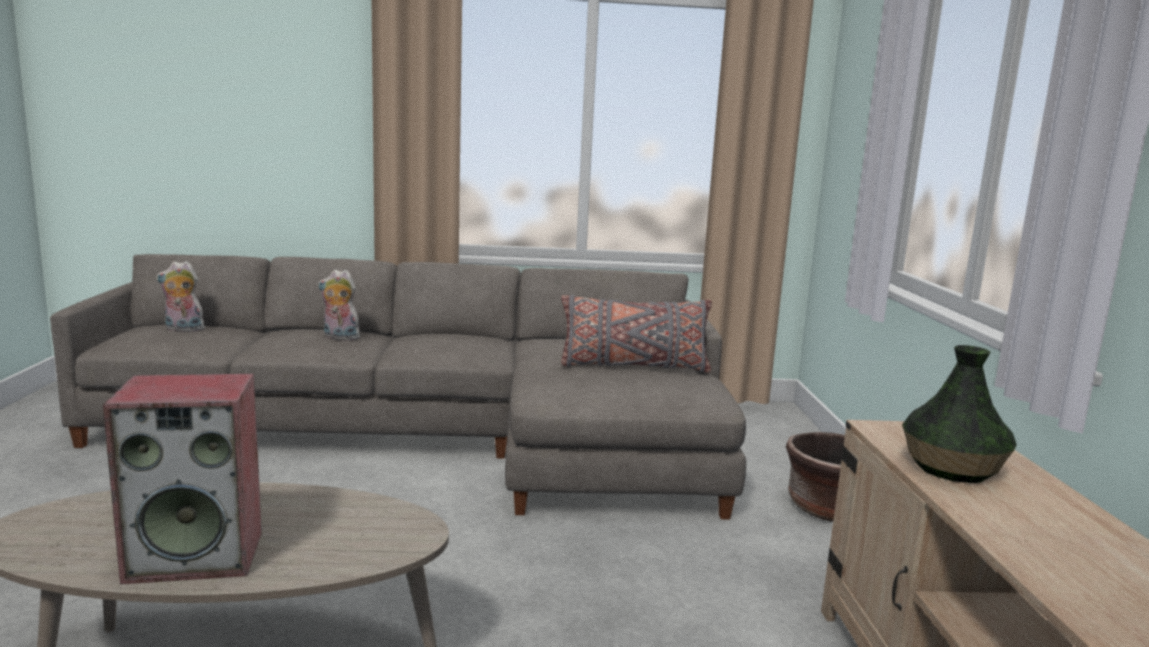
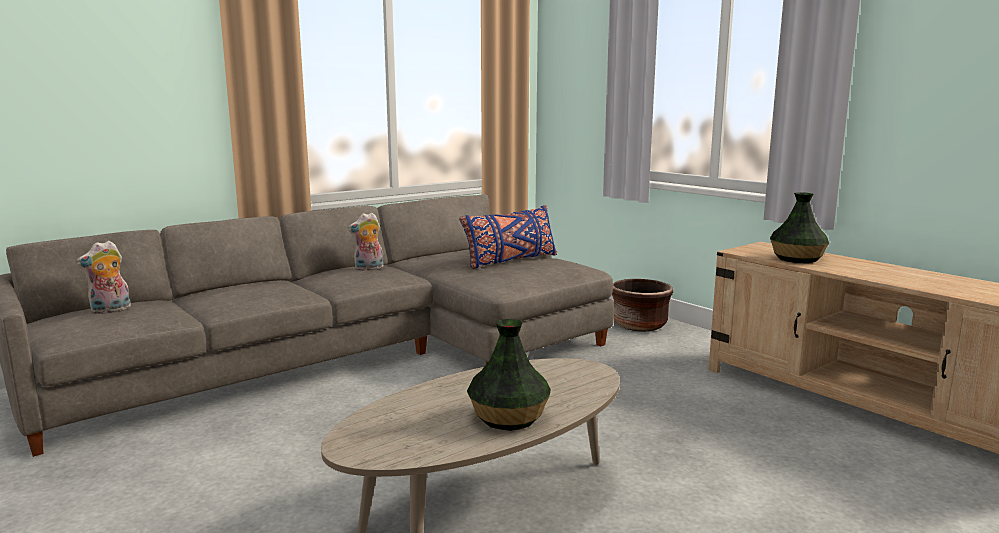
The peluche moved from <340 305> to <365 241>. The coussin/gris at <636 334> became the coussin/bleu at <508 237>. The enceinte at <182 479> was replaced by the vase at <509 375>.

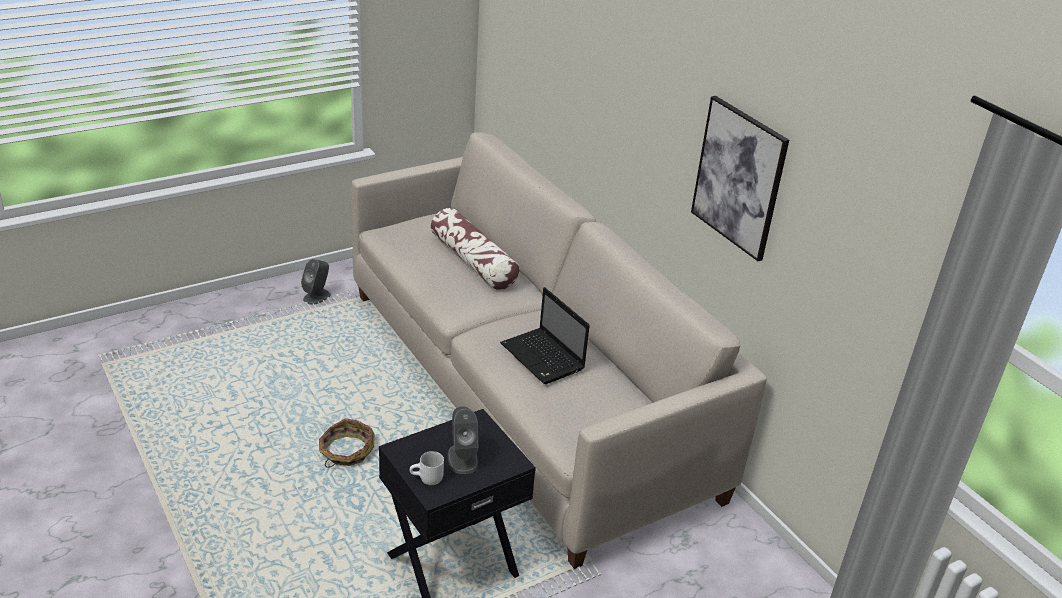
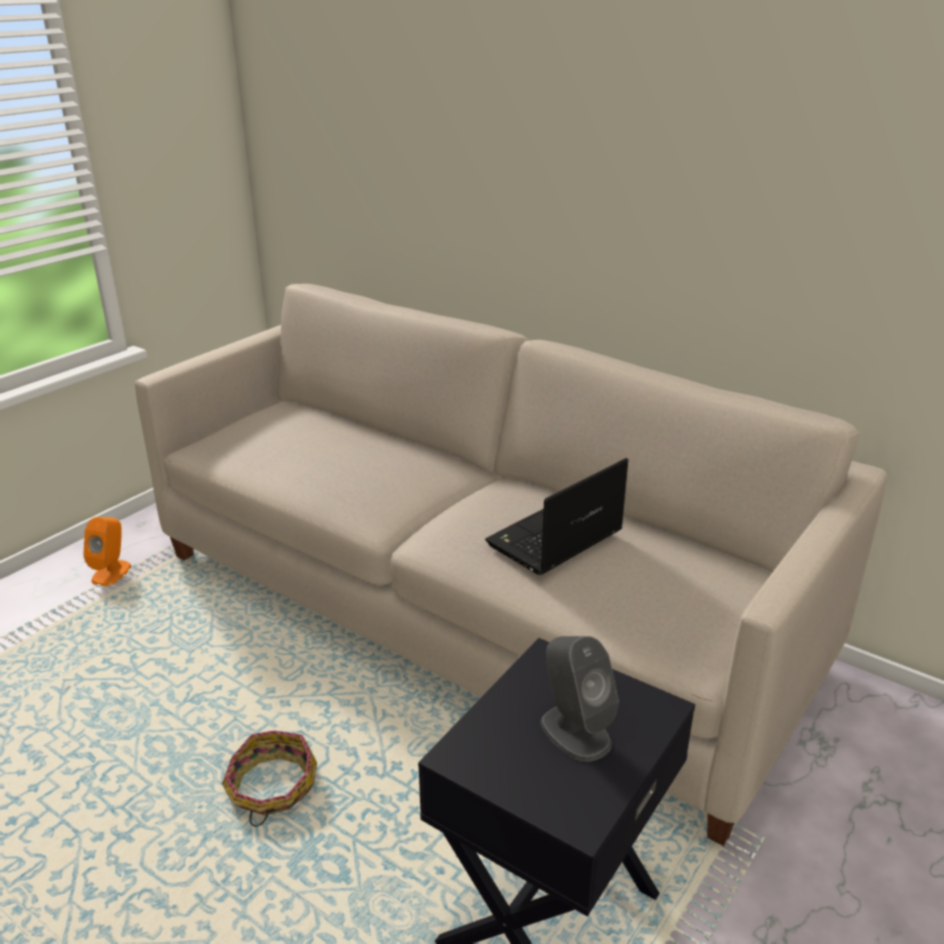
The tableau at <740 178> disappeared. The coussin at <475 249> disappeared. The enceinte/gris at <316 282> became the enceinte/orange at <107 551>. The ordinateur portable at <545 335> turned 105 degrees clockwise. The mug/blanc at <427 468> disappeared.

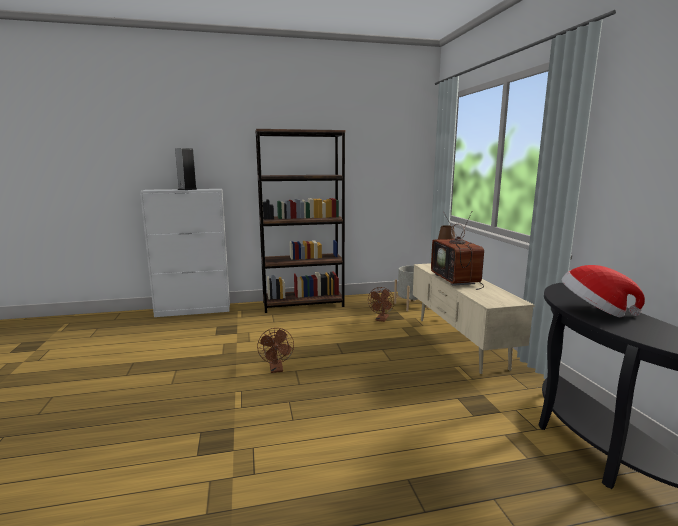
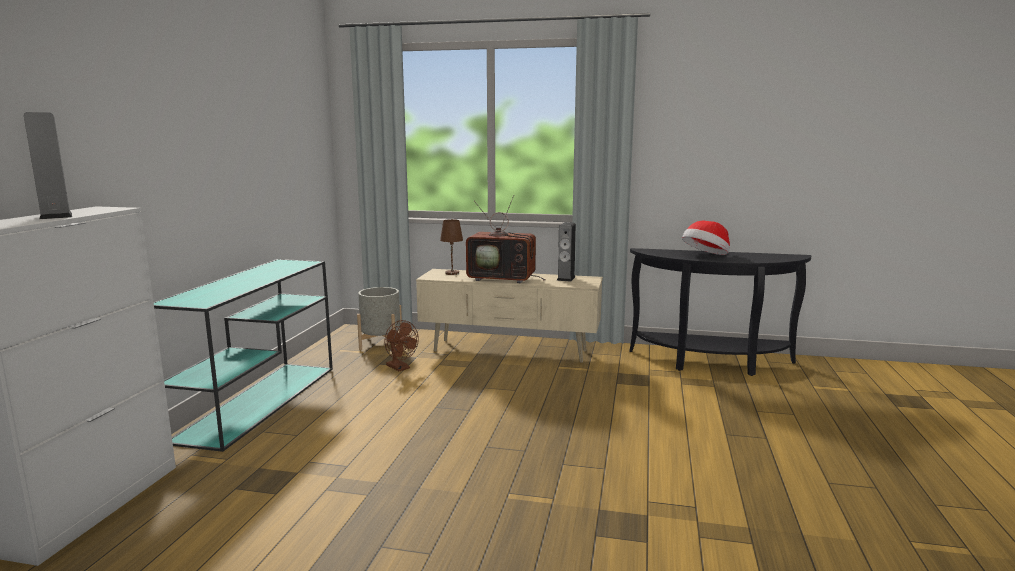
The bibliothèque/marron at <300 221> was replaced by the table console/turquoise at <243 355>. The ventilateur/marron at <275 350> disappeared. The enceinte at <566 252> appeared.

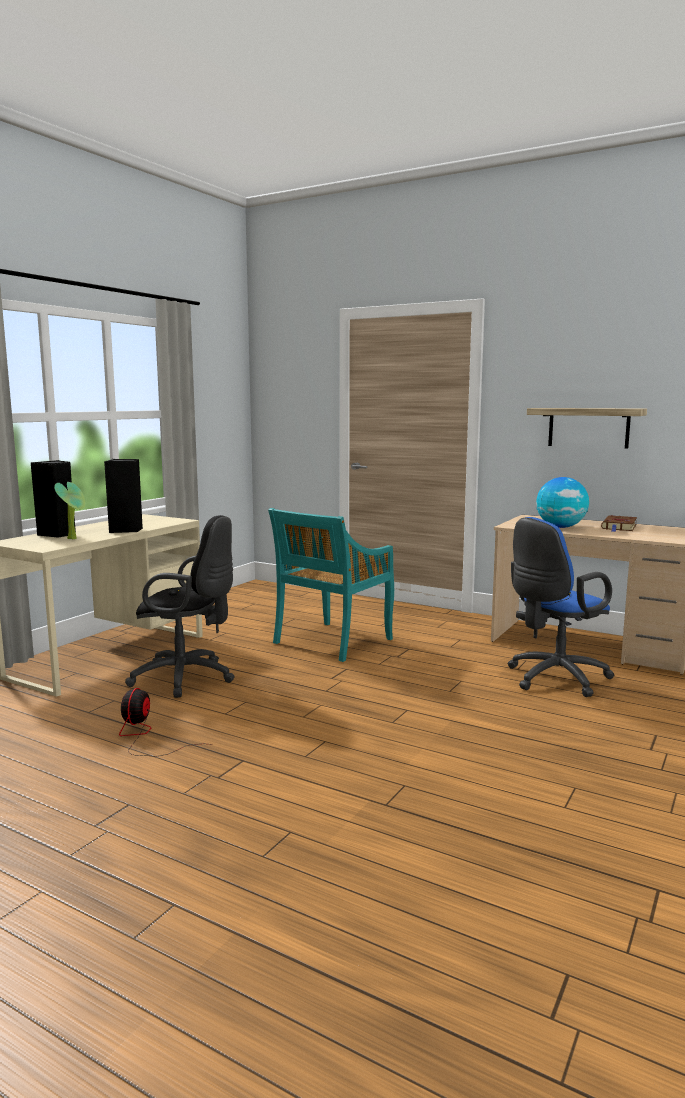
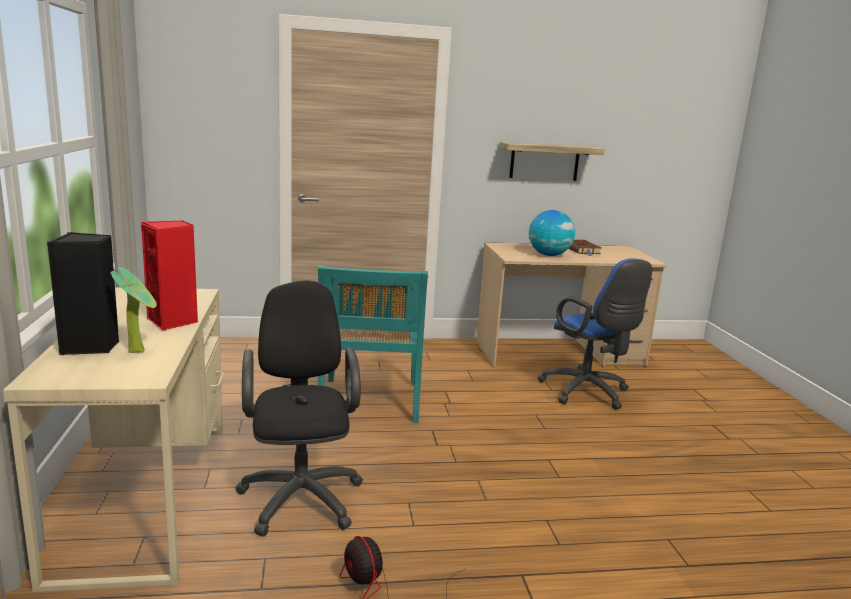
The enceinte/noir at <123 496> became the enceinte/rouge at <169 275>. The chaise de bureau/noir at <180 606> turned 75 degrees counterclockwise. The chaise de bureau/bleu at <561 607> turned 45 degrees counterclockwise.

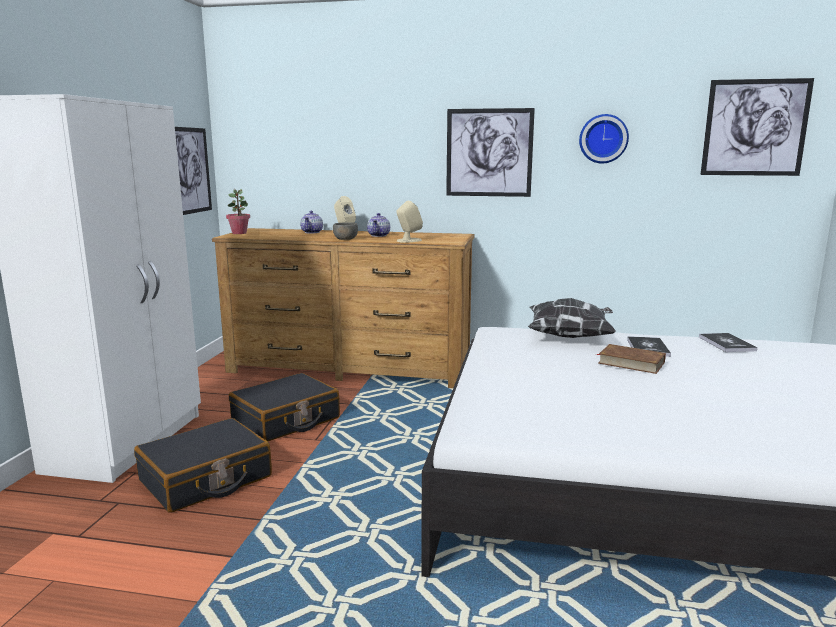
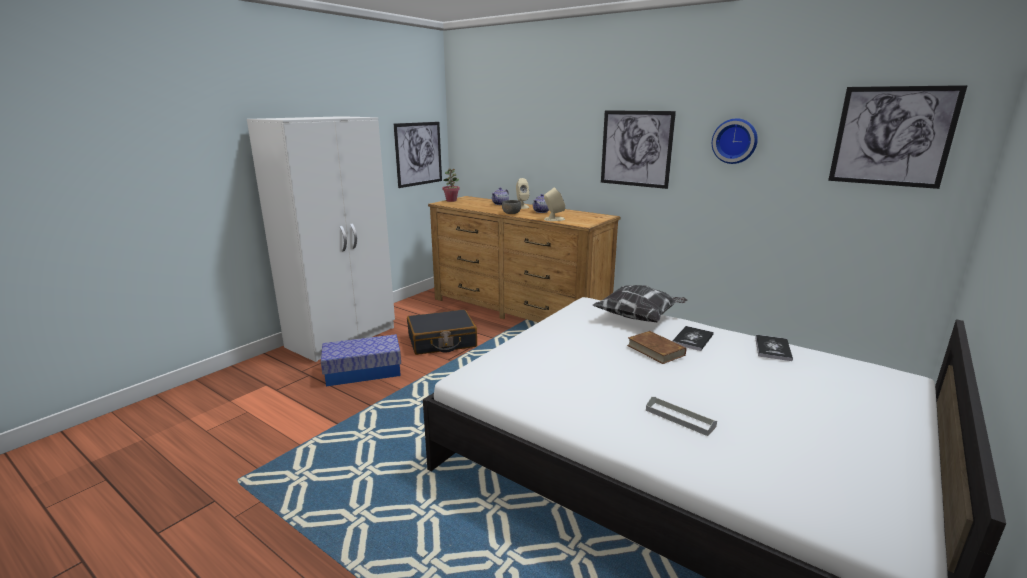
The valise/noir at <203 465> was replaced by the boîte de rangement at <361 360>. The plateau/gris at <681 416> appeared.

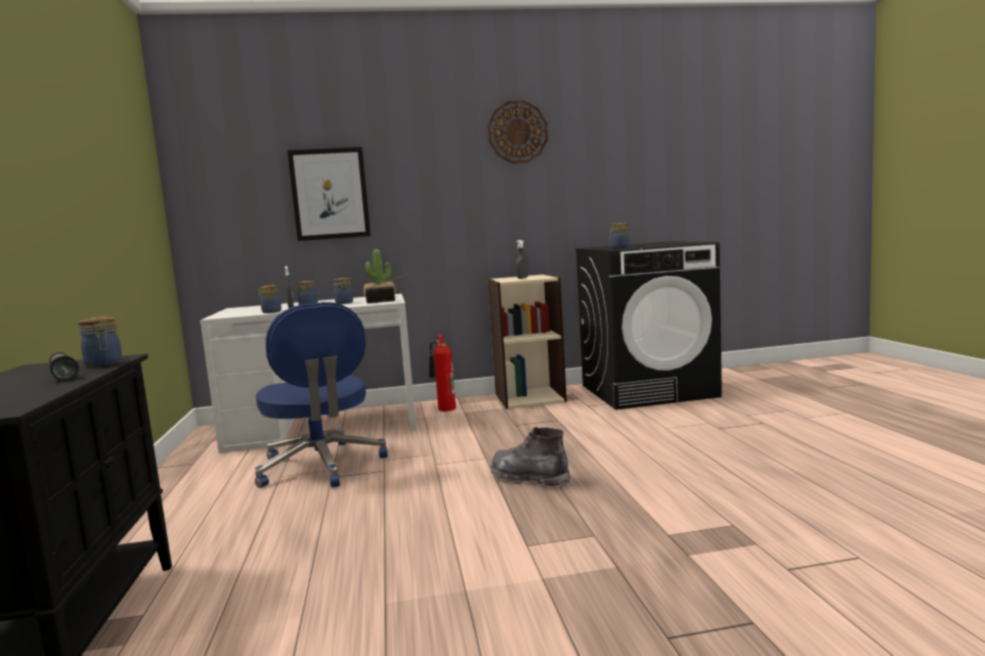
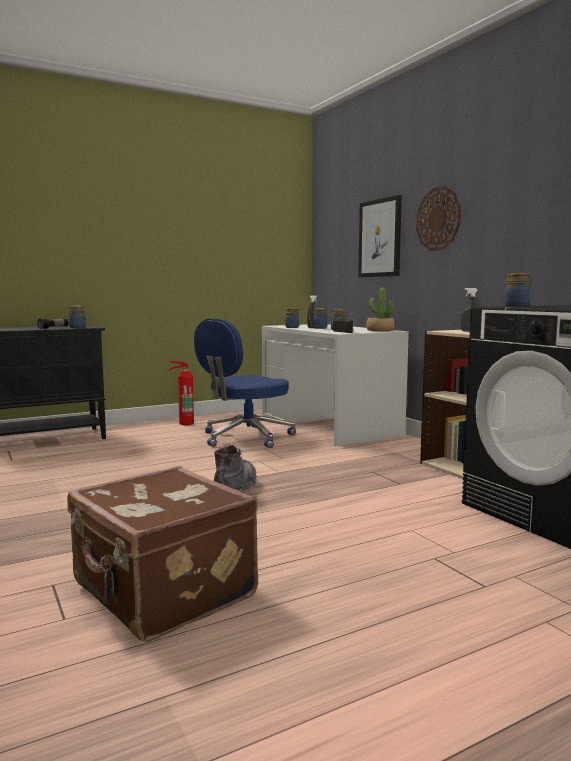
The horloge murale moved from <518 132> to <438 218>. The extincteur moved from <442 373> to <181 393>. The valise/marron at <162 554> appeared.

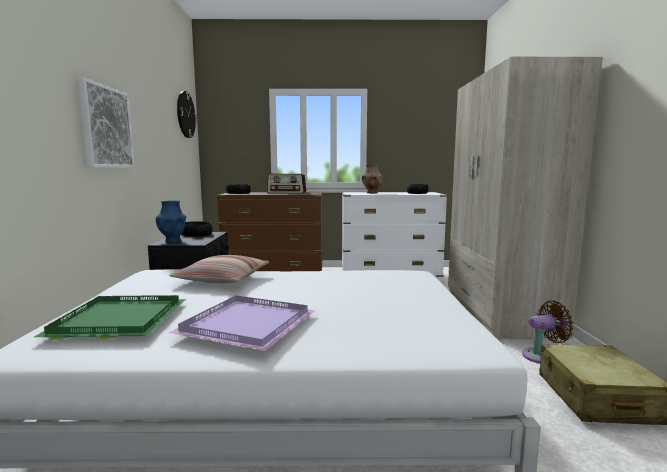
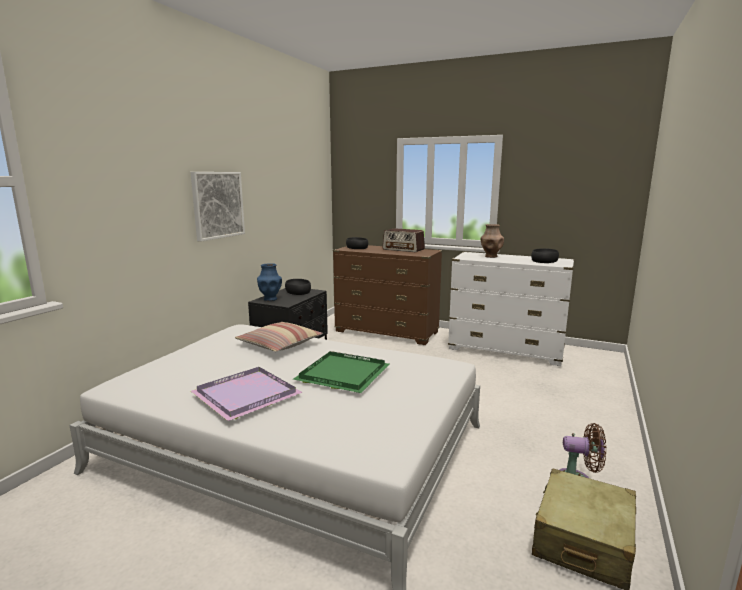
The armoire/beige at <525 198> disappeared. The horloge murale at <187 114> disappeared. The plateau/vert moved from <110 317> to <341 372>.

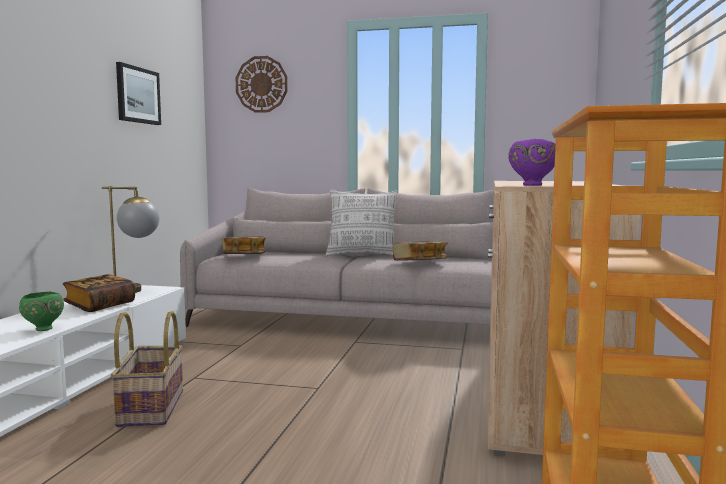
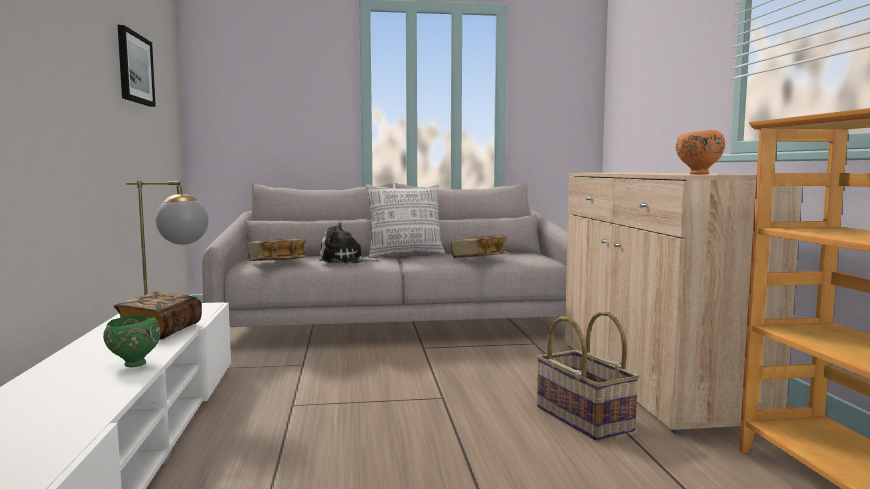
The horloge murale at <262 84> disappeared. The bol/violet at <531 162> became the bol/orange at <700 152>. The panier moved from <147 369> to <588 376>. The peluche at <349 243> appeared.

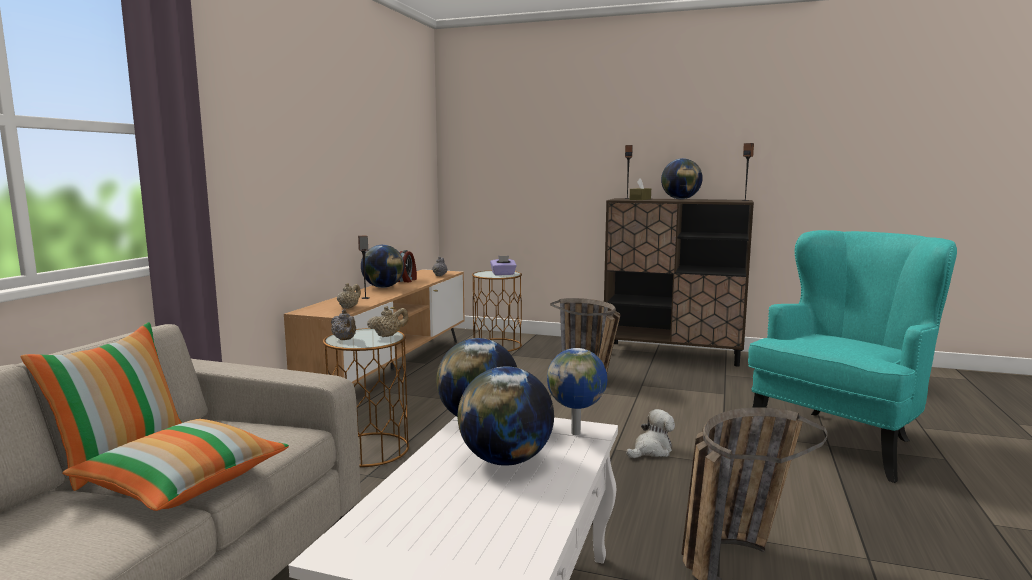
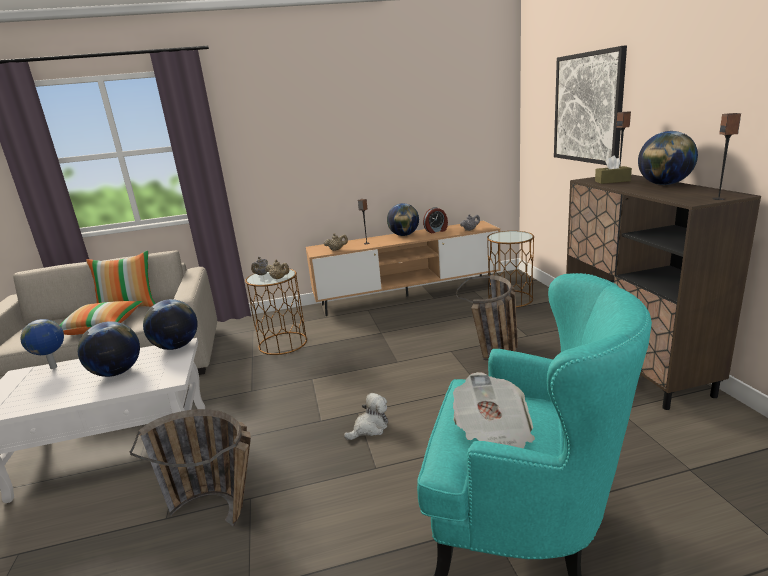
The boîte à mouchoirs/violet at <503 265> disappeared. The globe moved from <577 391> to <42 344>. The peluche at <650 433> turned 60 degrees counterclockwise. The tableau at <590 105> appeared. The journal at <494 410> appeared.

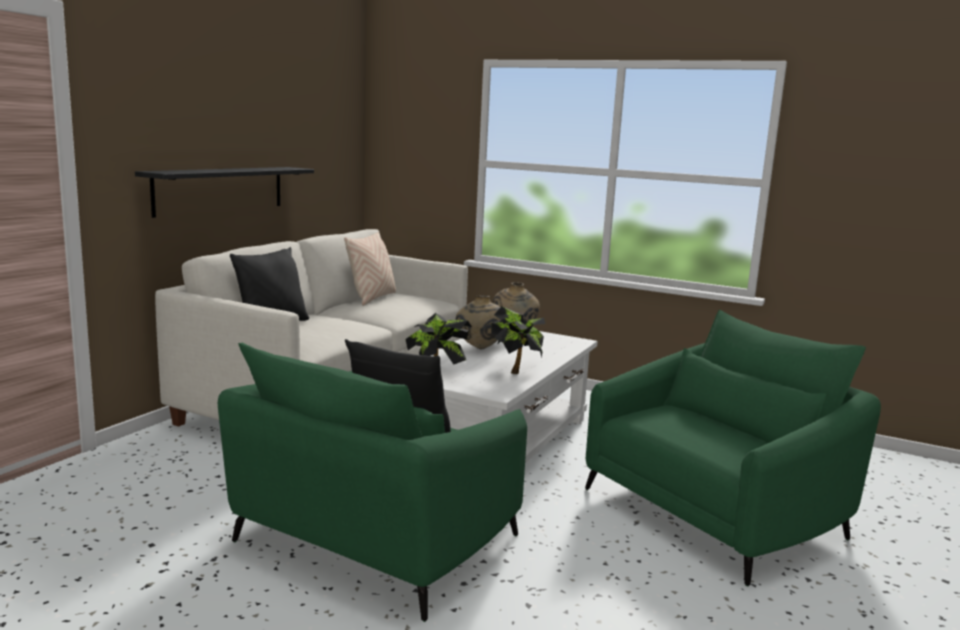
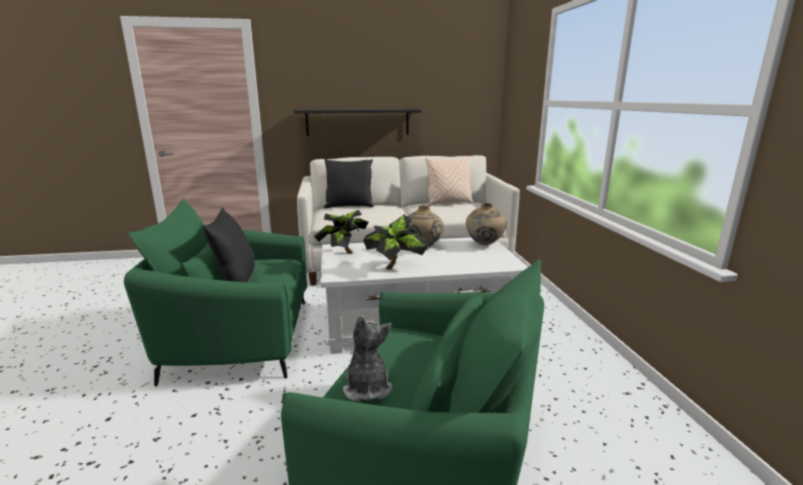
The peluche at <367 358> appeared.

